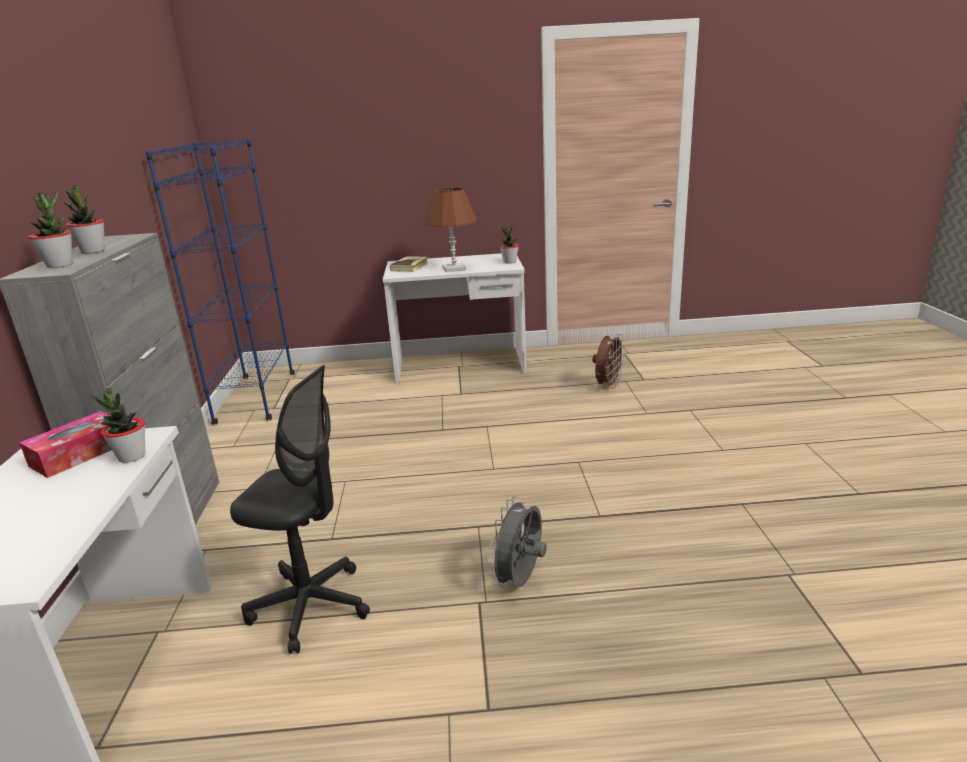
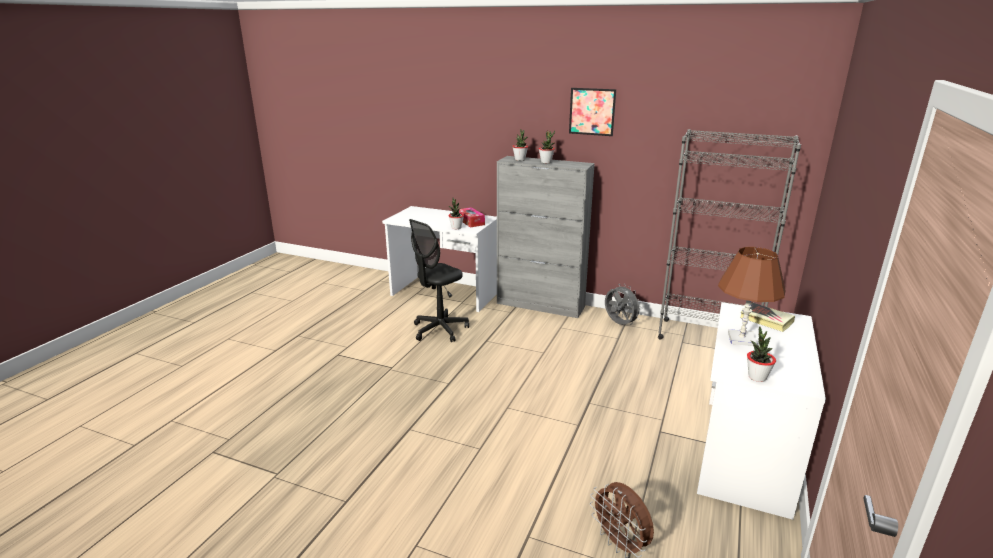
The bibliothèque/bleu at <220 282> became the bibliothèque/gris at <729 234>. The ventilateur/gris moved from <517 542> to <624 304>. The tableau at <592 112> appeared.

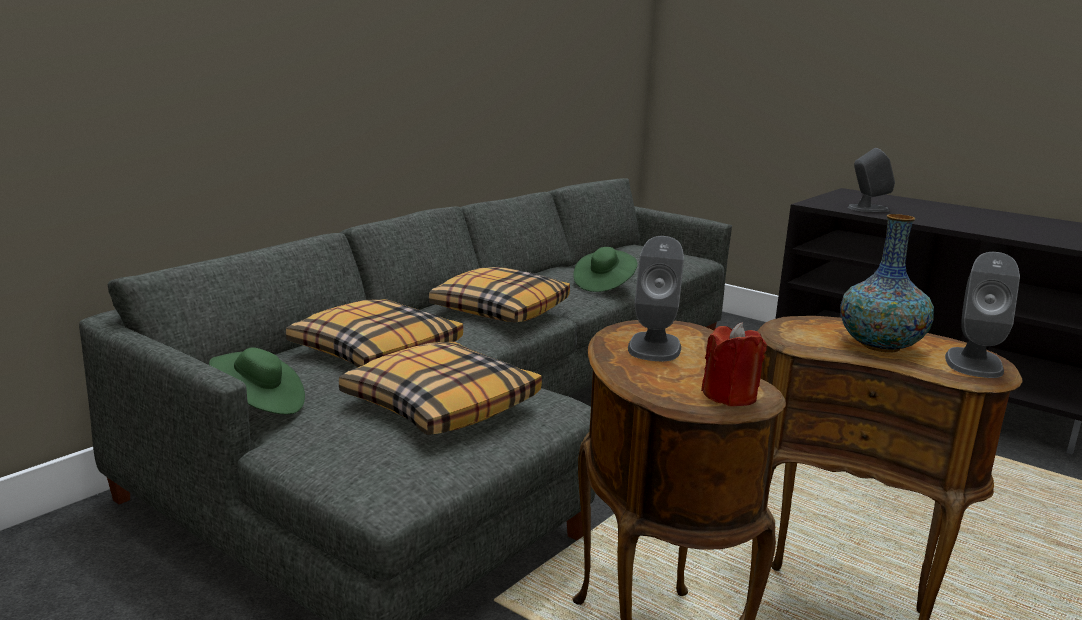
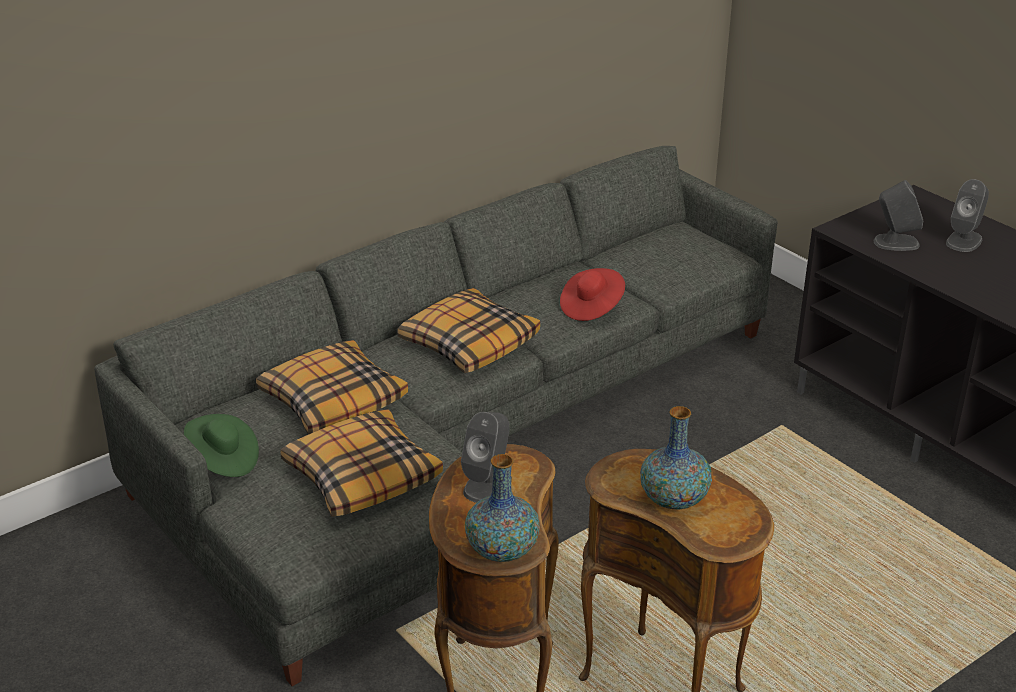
The chapeau/vert at <605 269> became the chapeau/rouge at <592 294>. The enceinte/gris moved from <982 315> to <967 215>. The bougie/rouge at <734 364> was replaced by the vase at <502 508>.

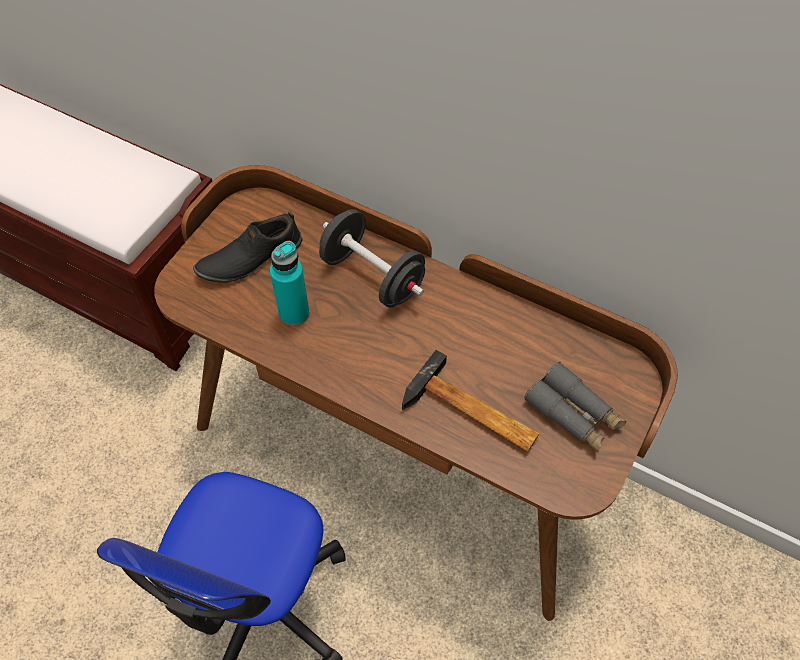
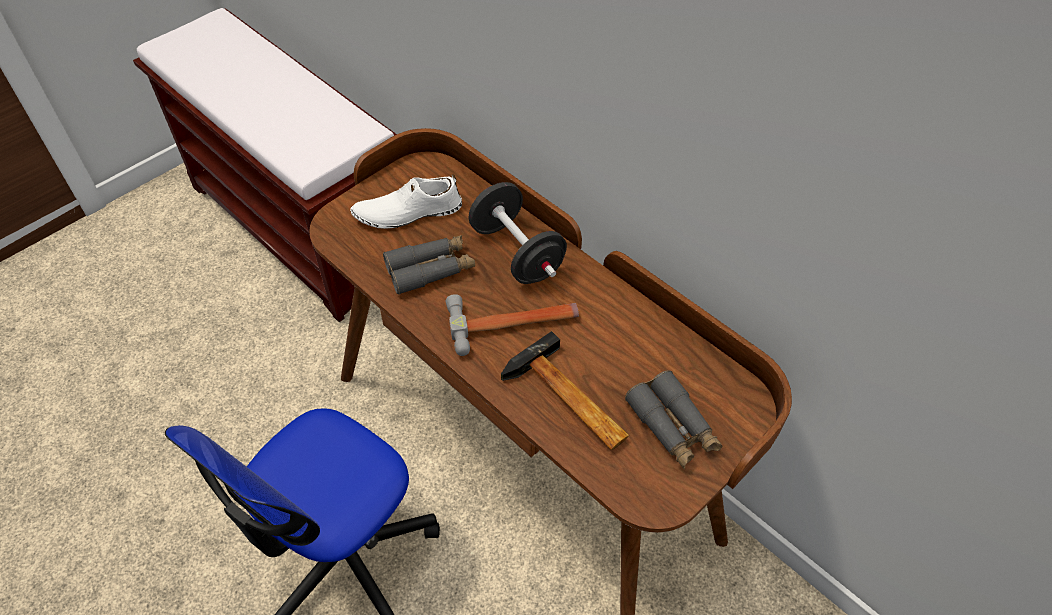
The chaussure/noir at <248 246> became the chaussure/blanc at <406 201>. The bouteille/turquoise at <290 283> was replaced by the jumelles/gris at <429 265>. The marteau at <512 325> appeared.

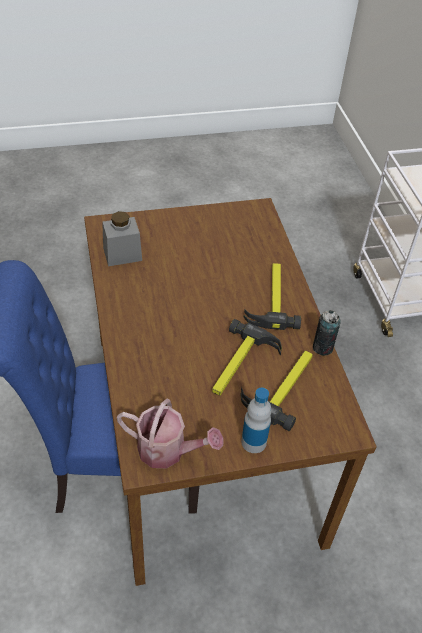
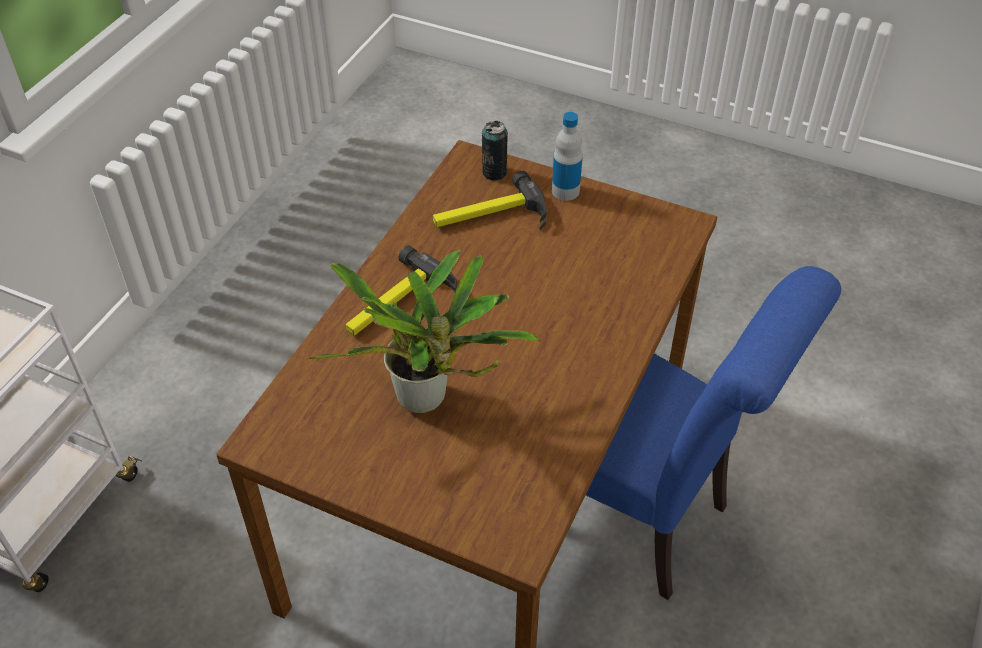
The bocal/gris at <122 238> disappeared. The boîte métallique moved from <327 333> to <495 151>. The marteau at <247 357> disappeared. The arrosoir at <170 433> disappeared. The plante en pot at <423 331> appeared.

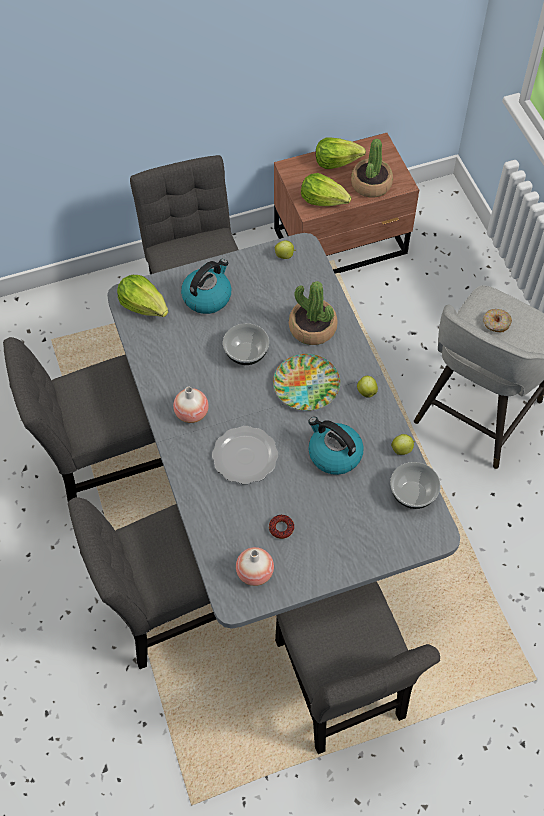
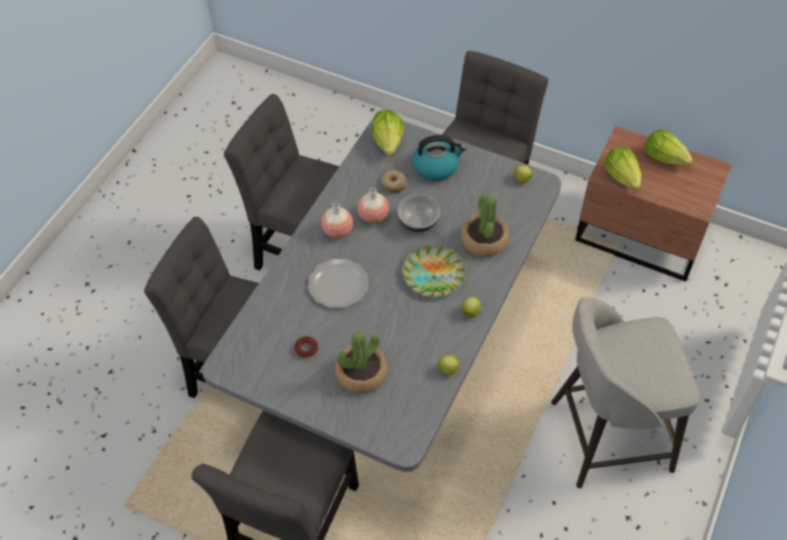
The plante en pot moved from <372 168> to <361 362>. The beignet moved from <497 320> to <394 181>. The bouilloire at <336 446> disappeared. The bol at <415 485> disappeared. The vase moved from <255 566> to <373 205>.

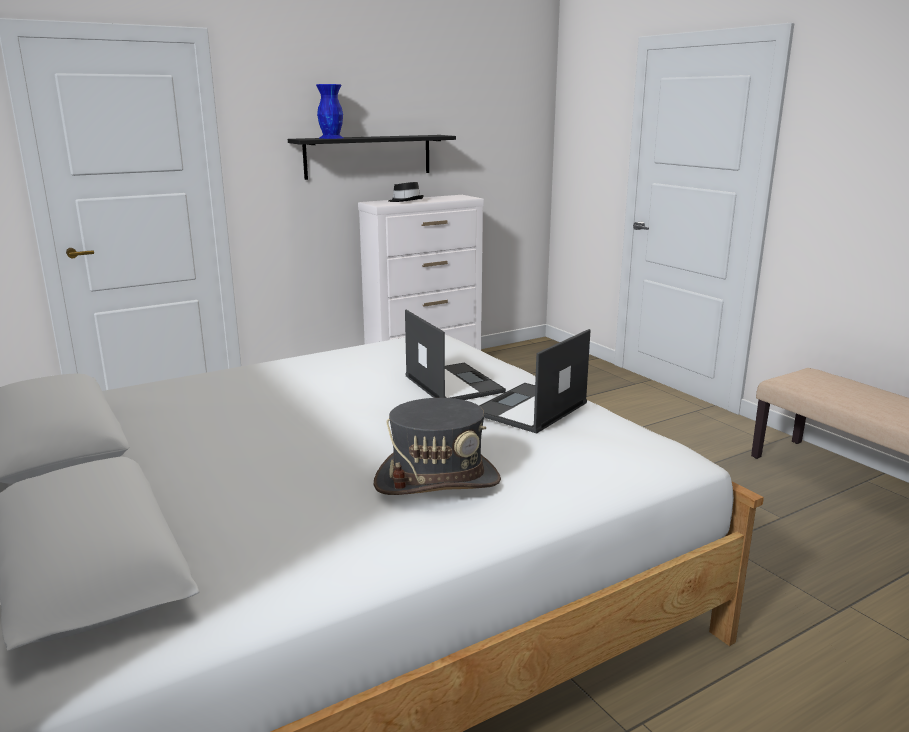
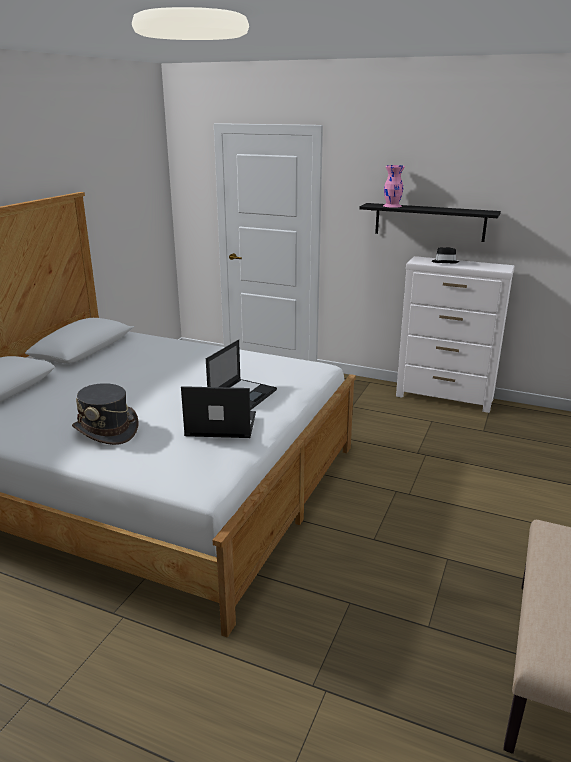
The vase/bleu at <329 111> became the vase/rose at <394 186>.

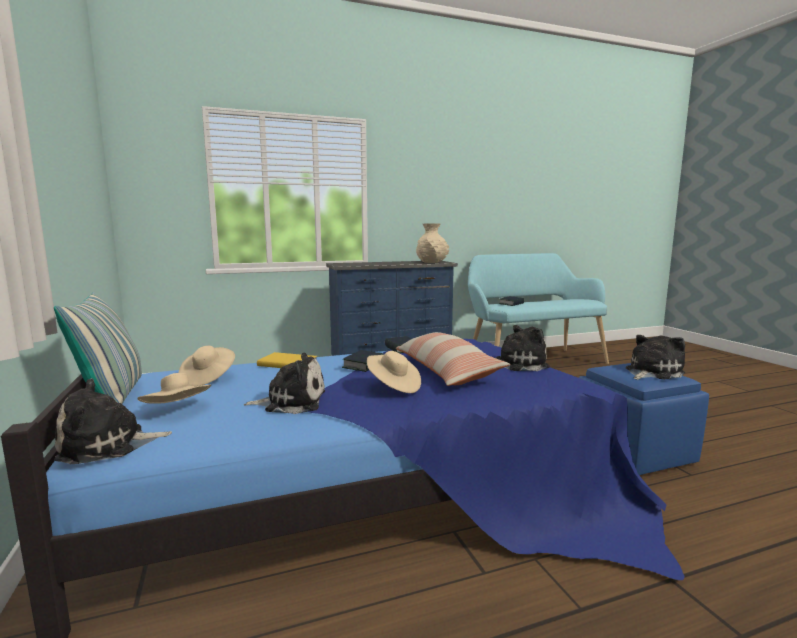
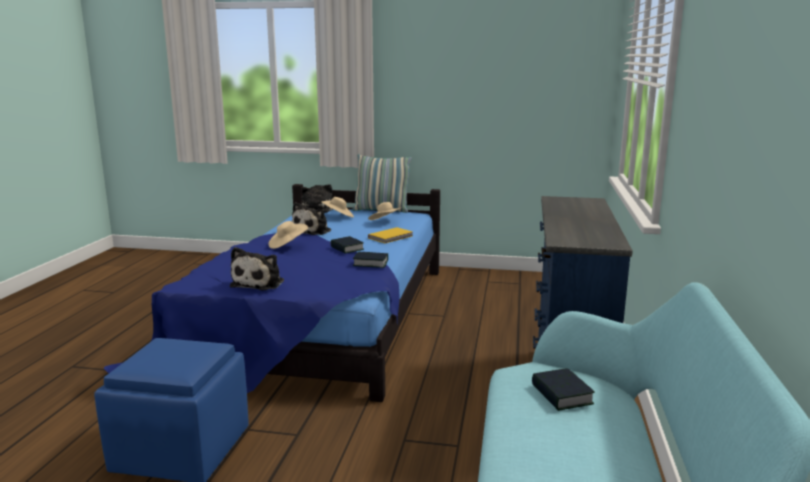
The vase/beige at <432 243> disappeared. The coussin at <453 359> disappeared. The peluche at <655 357> disappeared.

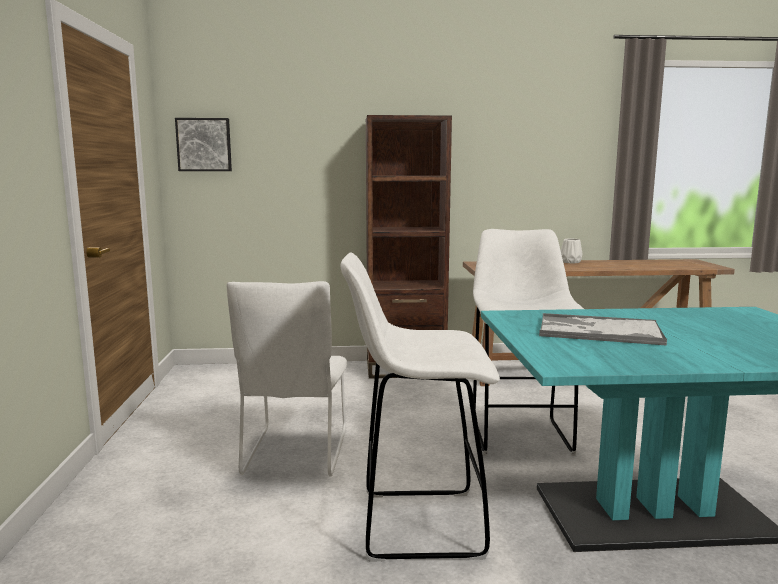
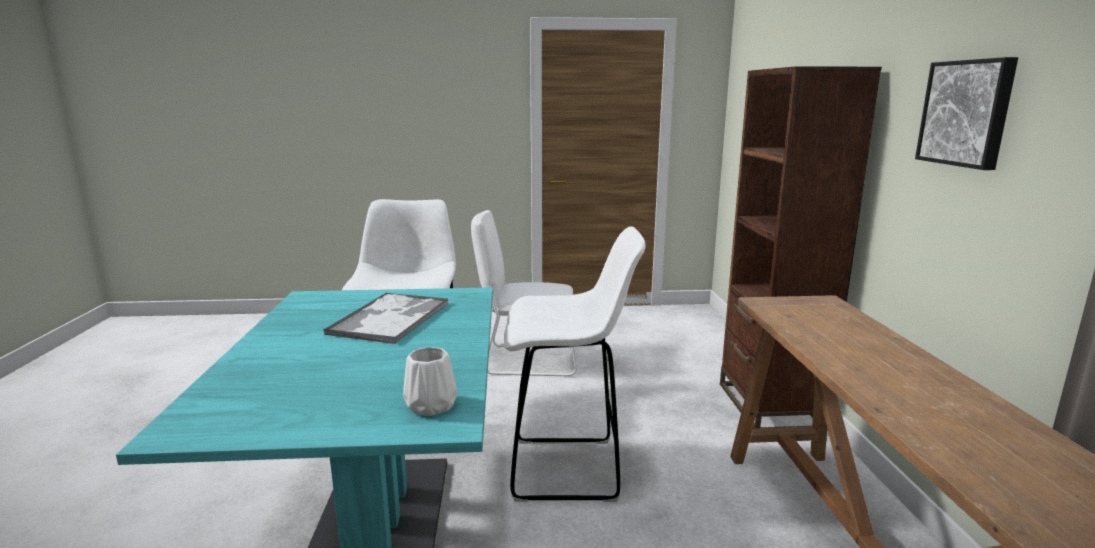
The tableau moved from <203 144> to <966 113>. The vase/blanc moved from <571 251> to <430 381>.

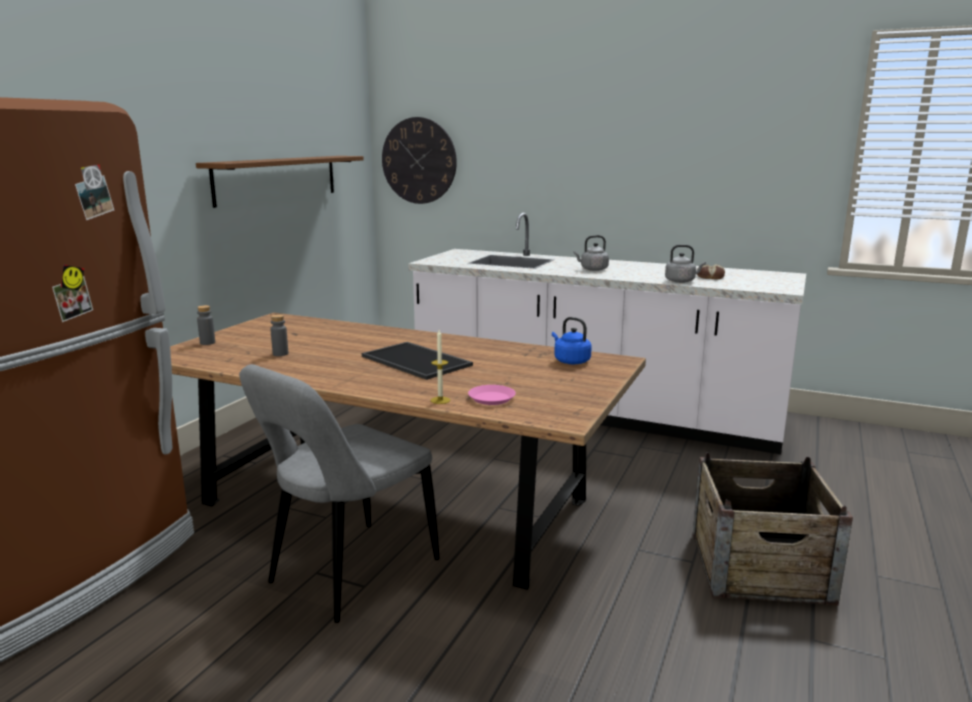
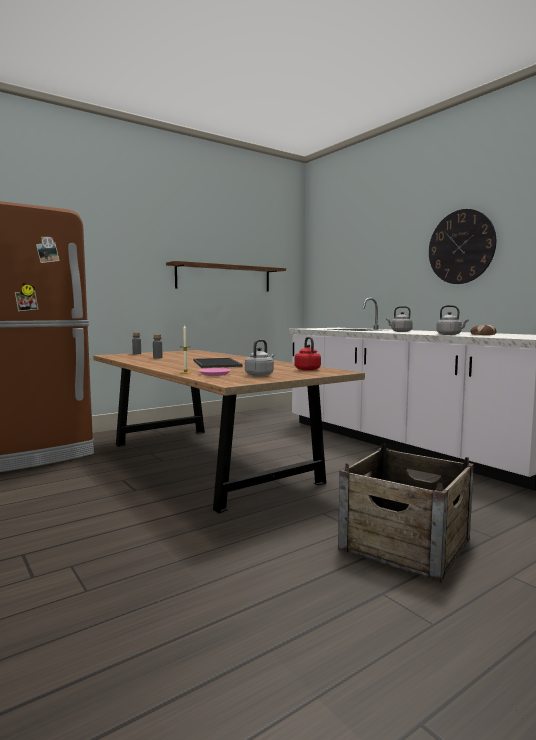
The horloge murale moved from <419 160> to <462 246>. The bouilloire/bleu at <572 340> became the bouilloire/rouge at <308 354>. The chaise/gris at <339 493> disappeared. The bouilloire/gris at <259 357> appeared.

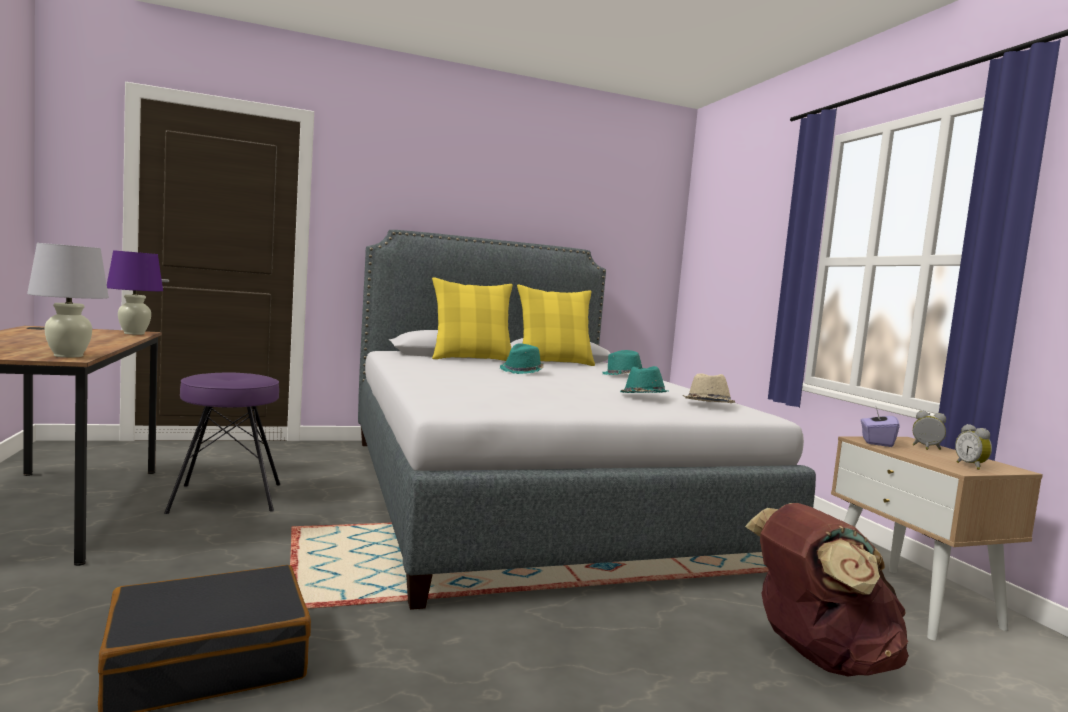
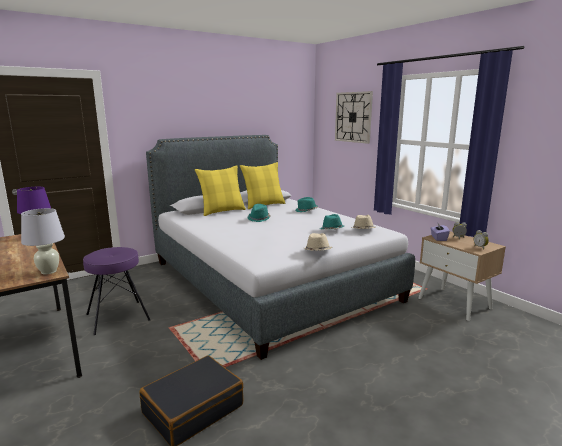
The sac à dos/marron at <827 590> disappeared. The horloge murale at <354 117> appeared. The chapeau/beige at <318 242> appeared.

